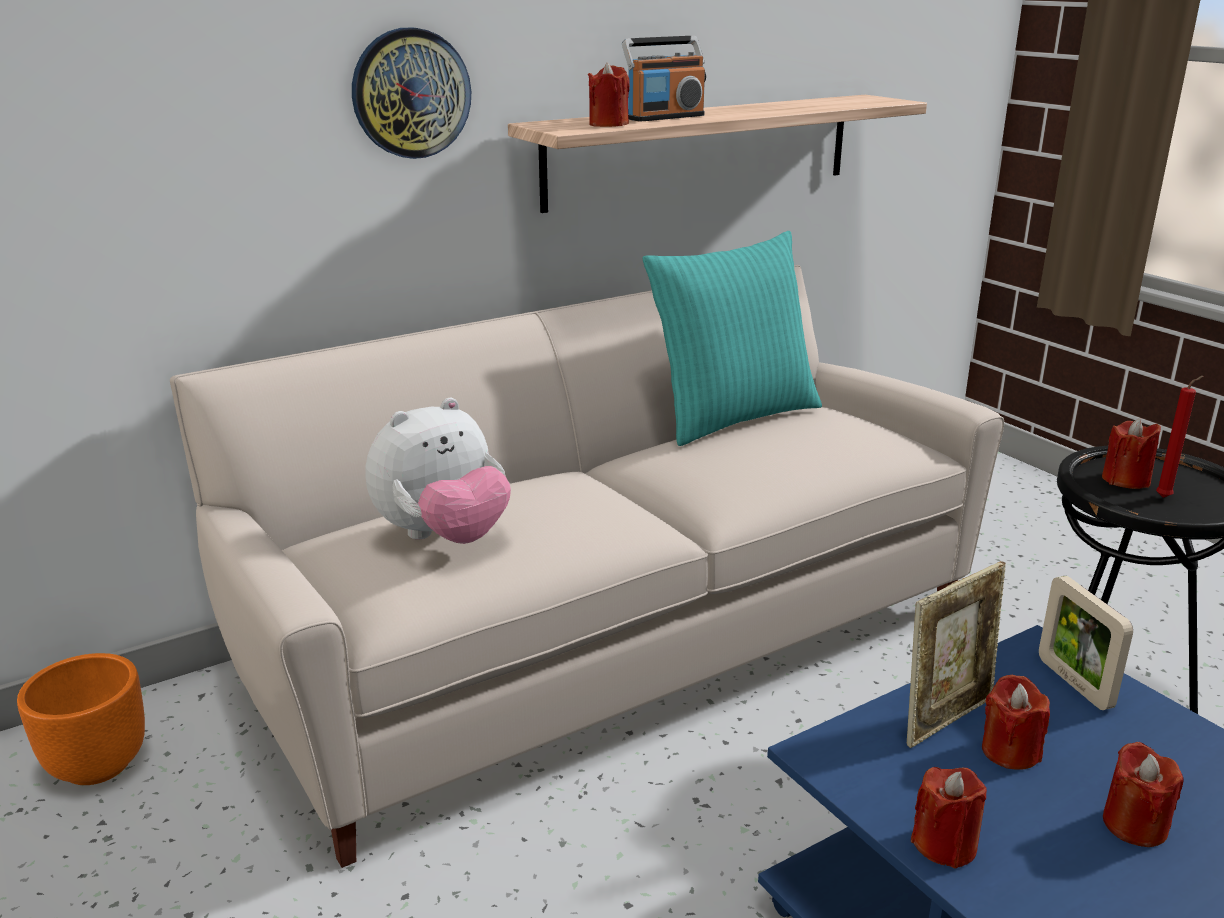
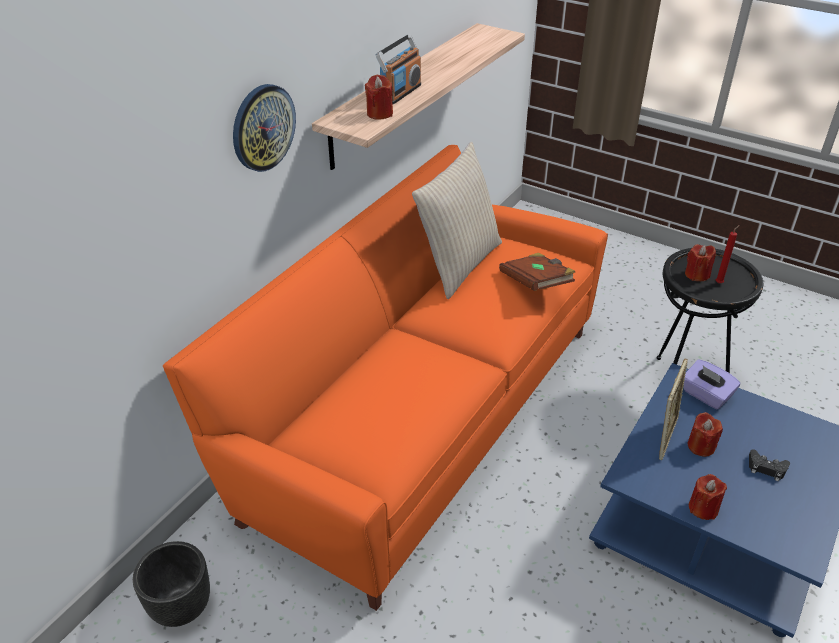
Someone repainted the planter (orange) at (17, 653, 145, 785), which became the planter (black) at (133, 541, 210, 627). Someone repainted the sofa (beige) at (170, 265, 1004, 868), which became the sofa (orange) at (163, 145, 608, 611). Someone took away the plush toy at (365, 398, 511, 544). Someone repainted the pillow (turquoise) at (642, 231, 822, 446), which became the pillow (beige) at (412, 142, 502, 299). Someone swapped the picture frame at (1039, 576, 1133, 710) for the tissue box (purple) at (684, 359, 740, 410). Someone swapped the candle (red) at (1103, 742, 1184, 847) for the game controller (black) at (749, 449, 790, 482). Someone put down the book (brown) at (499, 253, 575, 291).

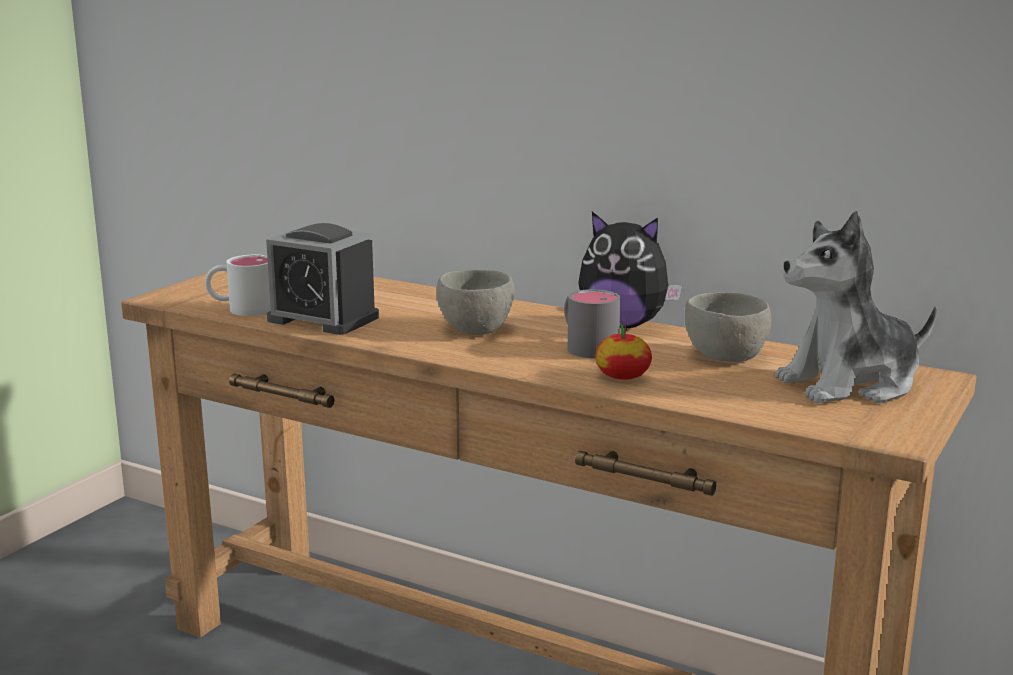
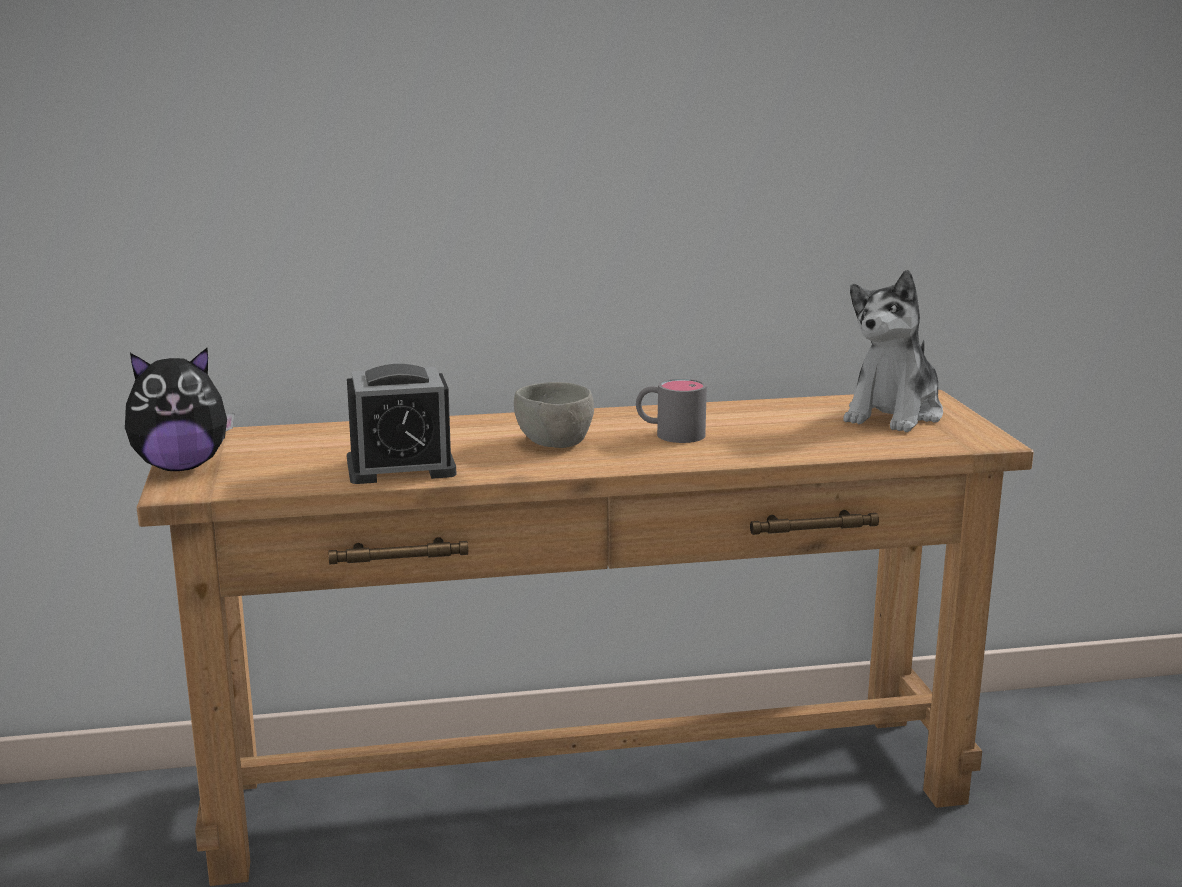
Someone took away the mug (white) at (205, 255, 271, 316). Someone carried the plush toy from (578, 212, 682, 328) to (125, 348, 234, 471). Someone took away the apple at (595, 322, 652, 380). Someone took away the bowl (grey) at (685, 292, 771, 362).

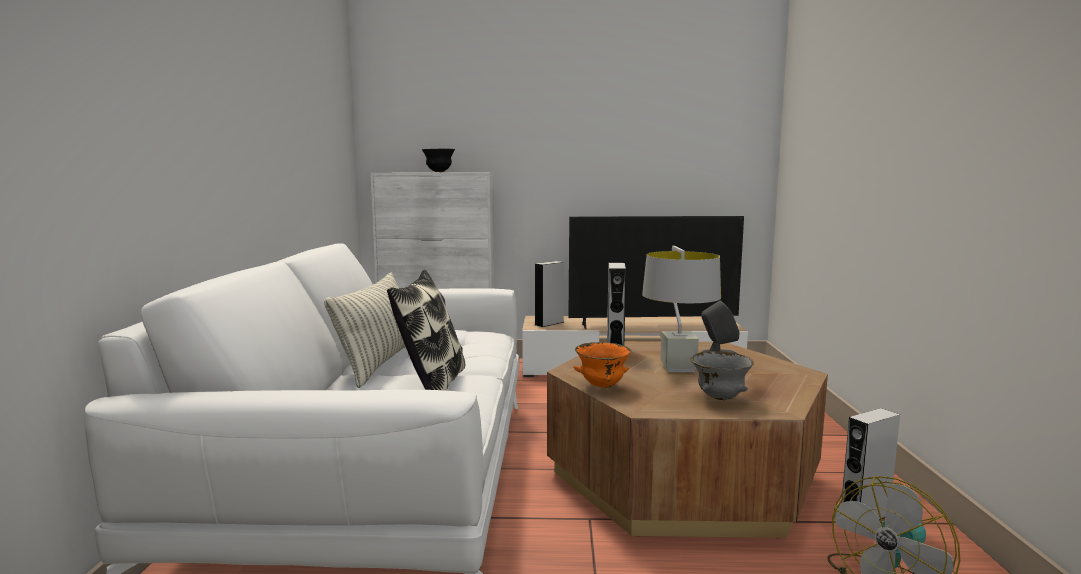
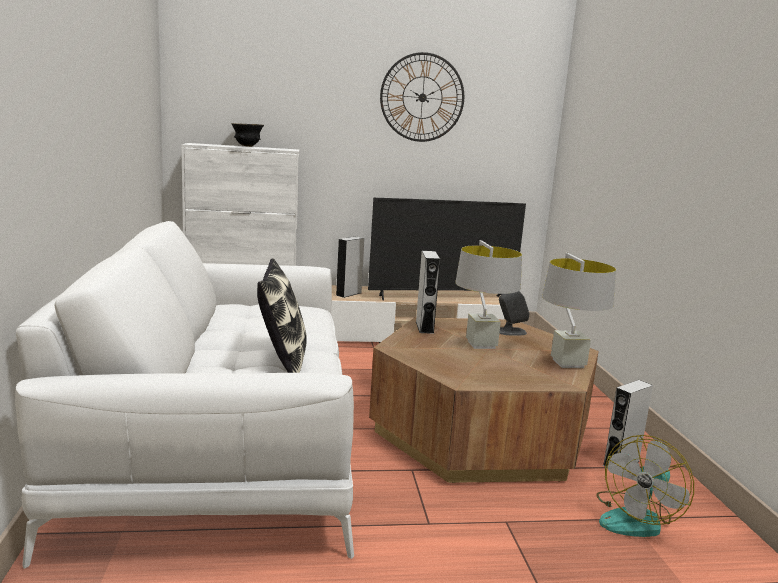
Someone took away the pillow at (324, 272, 406, 388). Someone took away the bowl (orange) at (574, 342, 631, 388). Someone took away the bowl (grey) at (691, 351, 754, 400). Someone put up the wall clock at (380, 52, 464, 142). Someone put down the table lamp (grey) at (542, 253, 616, 368).

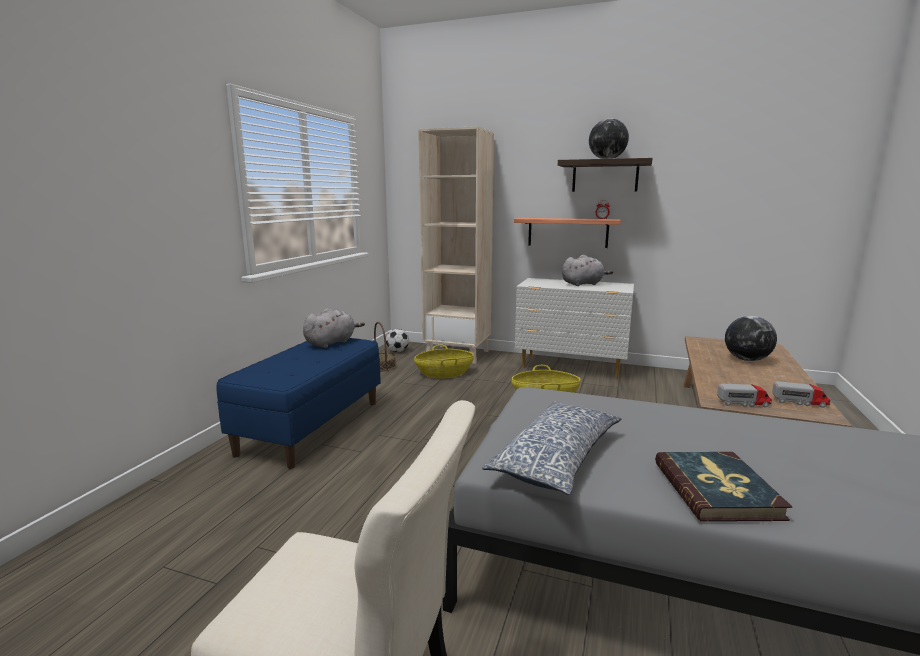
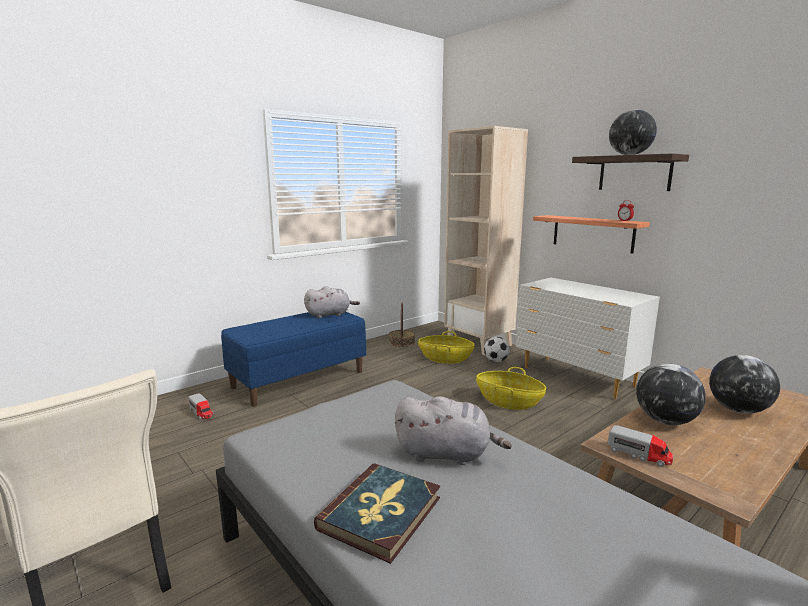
Someone carried the football from (386, 329, 409, 352) to (484, 337, 510, 362). Someone took away the pillow at (482, 401, 621, 495). Someone carried the plush toy (grey) from (562, 255, 613, 286) to (395, 396, 512, 465). Someone carried the toy truck from (772, 381, 830, 408) to (188, 393, 213, 420). Someone put down the globe at (636, 363, 706, 425).

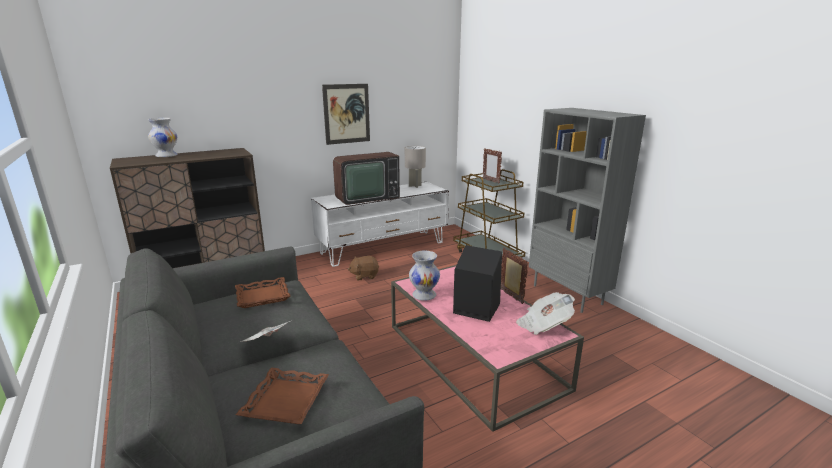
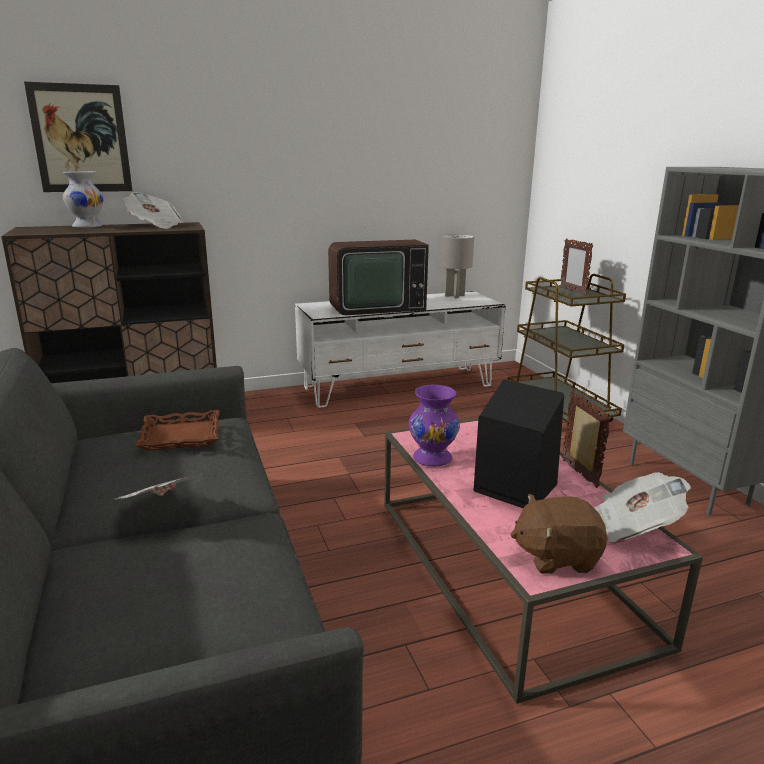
Someone took away the tray (brown) at (236, 368, 329, 424). Someone carried the picture from (322, 84, 370, 145) to (24, 82, 132, 192). Someone carried the plush toy (brown) from (348, 256, 379, 280) to (511, 494, 608, 574). Someone repainted the vase (white) at (409, 251, 440, 301), which became the vase (purple) at (409, 385, 460, 466). Someone put down the newspaper at (123, 192, 183, 229).

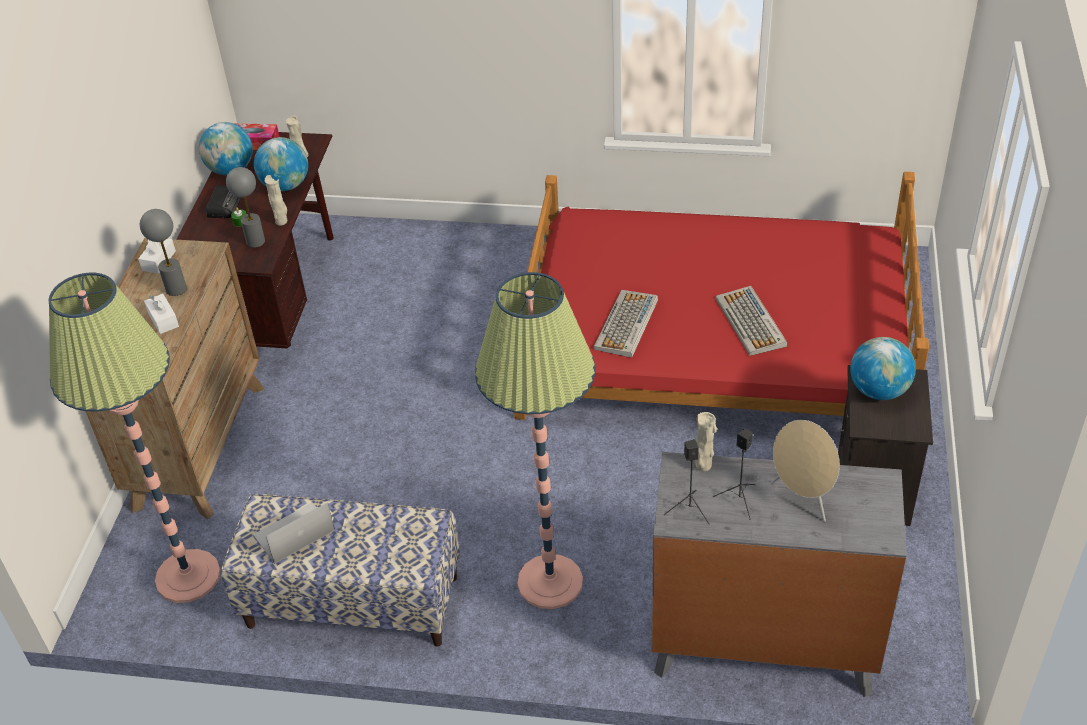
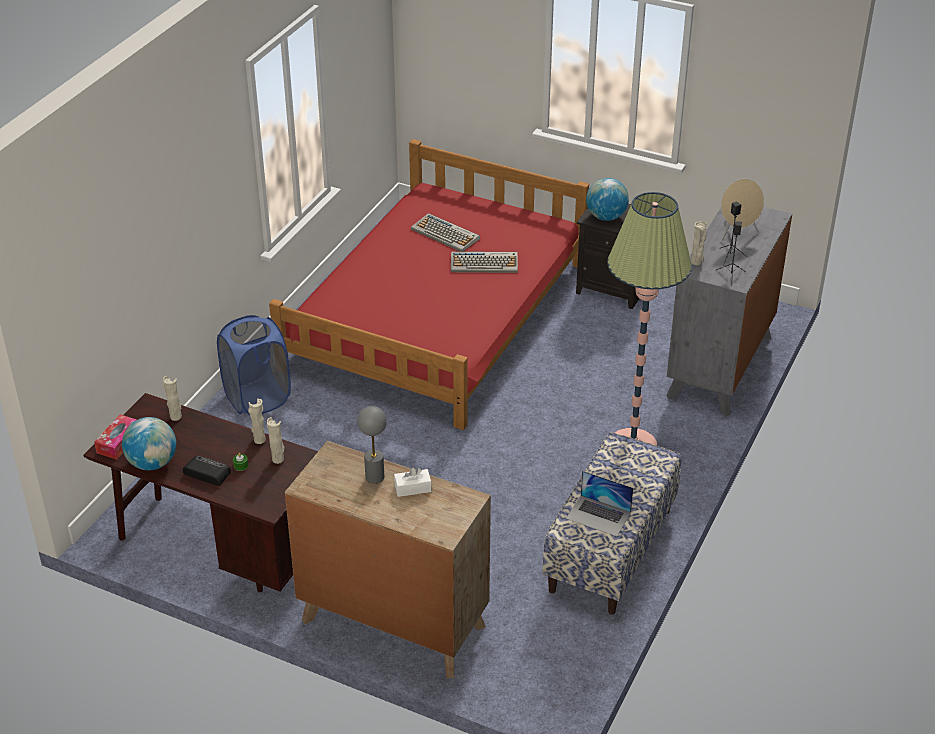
Someone took away the floor lamp at (49, 273, 220, 603). Someone took away the tissue box (white) at (138, 238, 176, 274). Someone swapped the table lamp (grey) at (226, 167, 265, 248) for the vase (beige) at (267, 417, 284, 464). Someone rotated the laptop at (253, 502, 335, 564) by 45 degrees counterclockwise. Someone took away the globe at (254, 137, 308, 191). Someone carried the keyboard from (593, 290, 658, 358) to (411, 213, 480, 251). Someone put down the laundry basket (blue) at (217, 315, 291, 415).

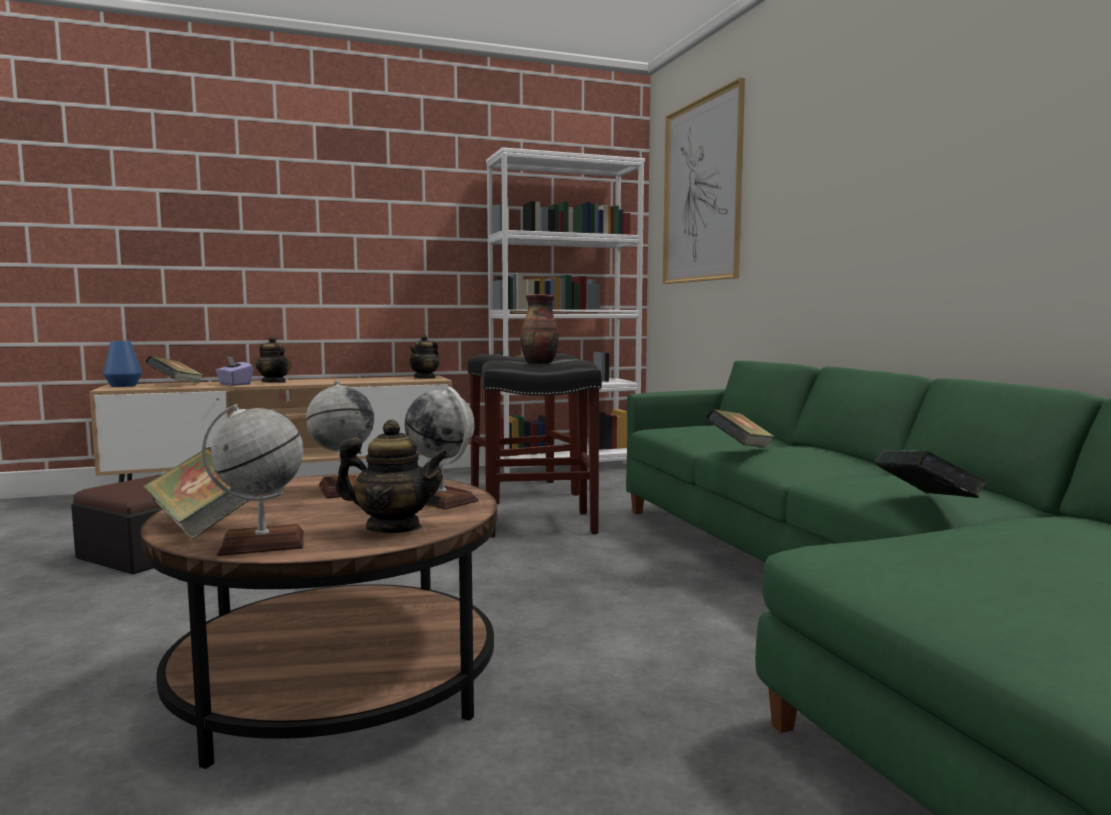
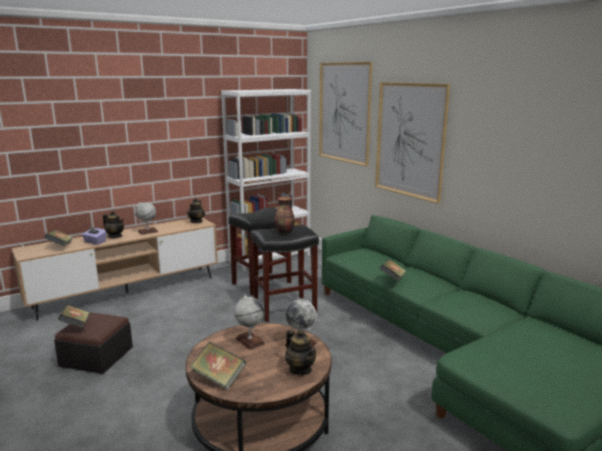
Someone took away the vase (blue) at (103, 341, 142, 387). Someone carried the globe from (202, 404, 304, 556) to (135, 202, 158, 235). Someone rotated the teapot at (335, 420, 449, 533) by 60 degrees clockwise. Someone carried the book from (874, 450, 988, 498) to (58, 305, 90, 328). Someone put up the picture at (375, 82, 450, 203).

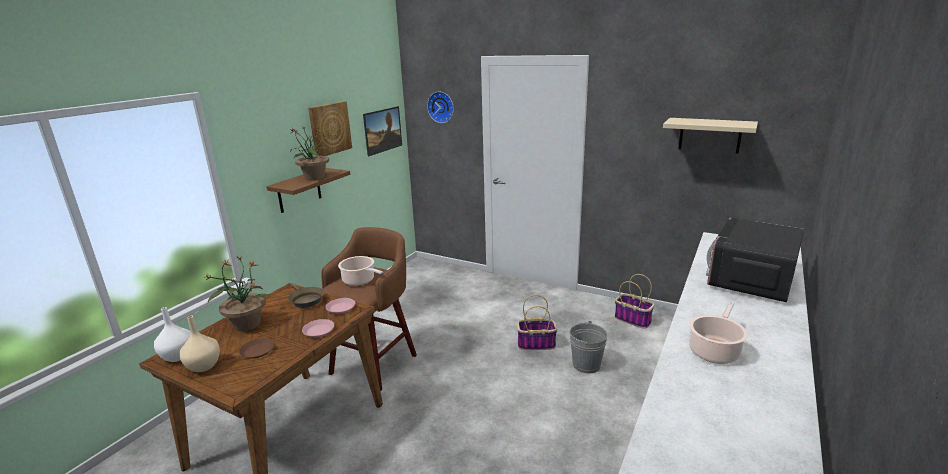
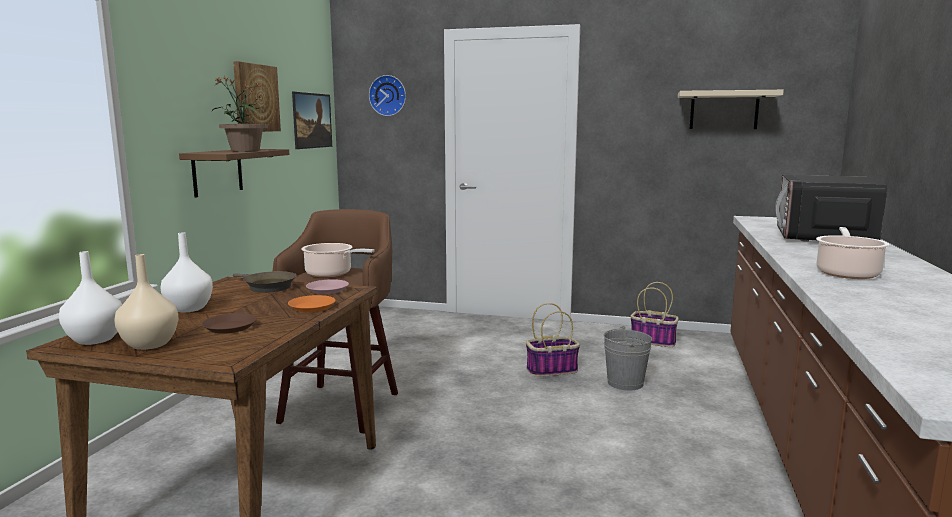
Someone swapped the potted plant at (204, 257, 270, 331) for the vase (white) at (160, 232, 213, 312). Someone repainted the plate (pink) at (302, 319, 334, 337), which became the plate (orange) at (288, 295, 336, 312).

